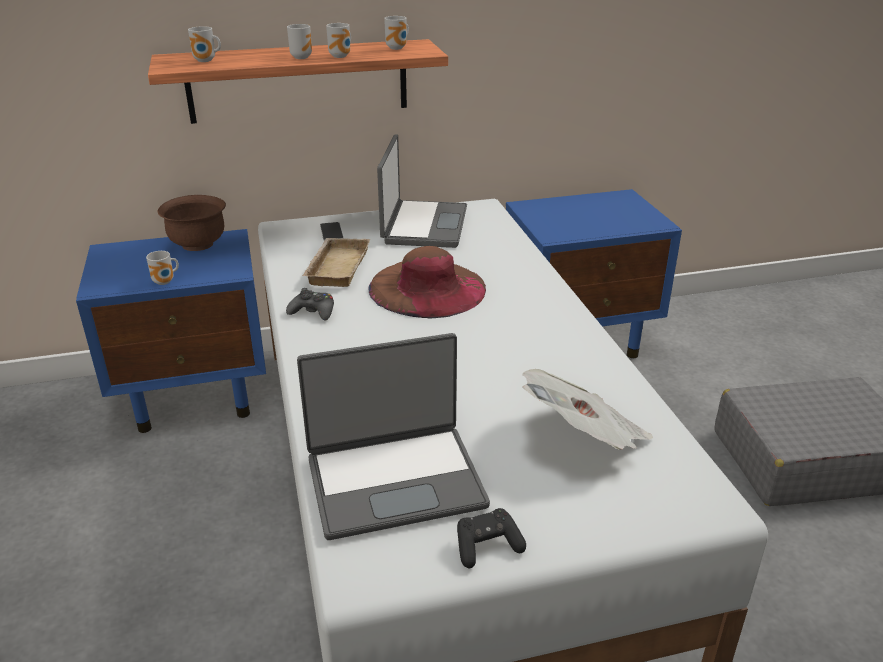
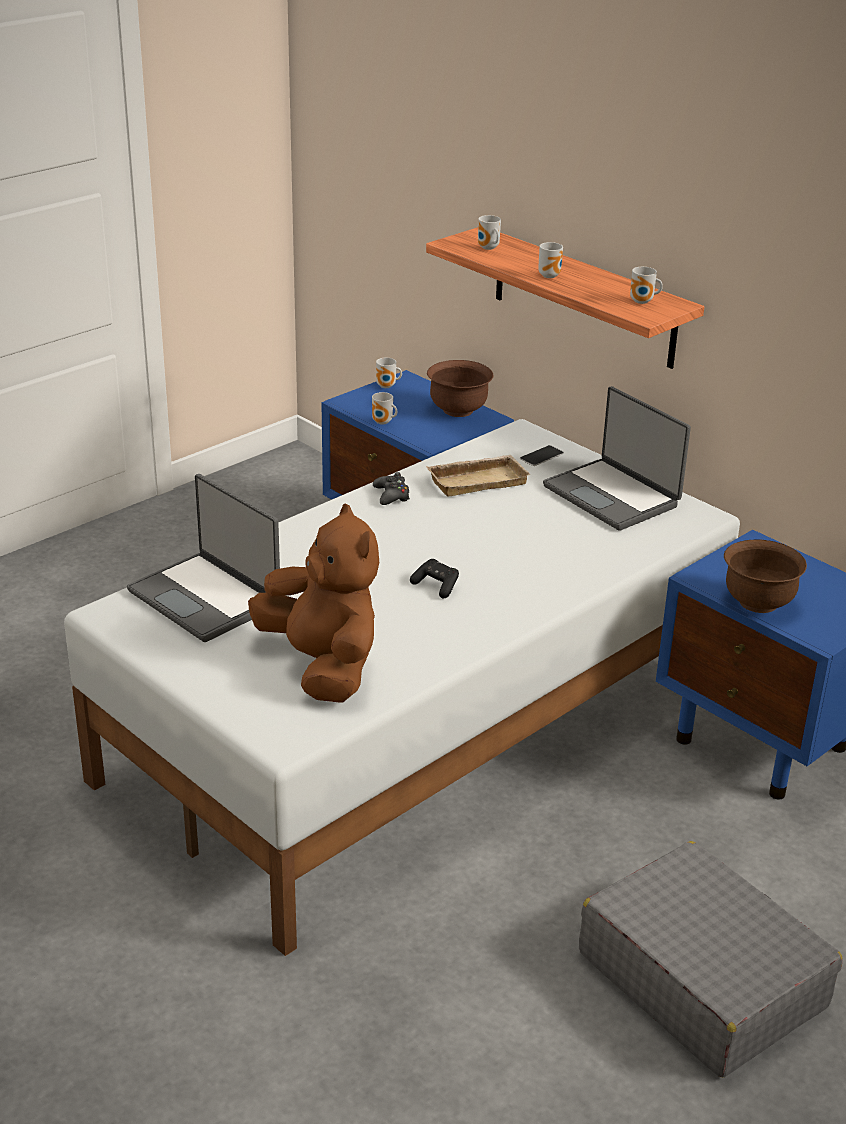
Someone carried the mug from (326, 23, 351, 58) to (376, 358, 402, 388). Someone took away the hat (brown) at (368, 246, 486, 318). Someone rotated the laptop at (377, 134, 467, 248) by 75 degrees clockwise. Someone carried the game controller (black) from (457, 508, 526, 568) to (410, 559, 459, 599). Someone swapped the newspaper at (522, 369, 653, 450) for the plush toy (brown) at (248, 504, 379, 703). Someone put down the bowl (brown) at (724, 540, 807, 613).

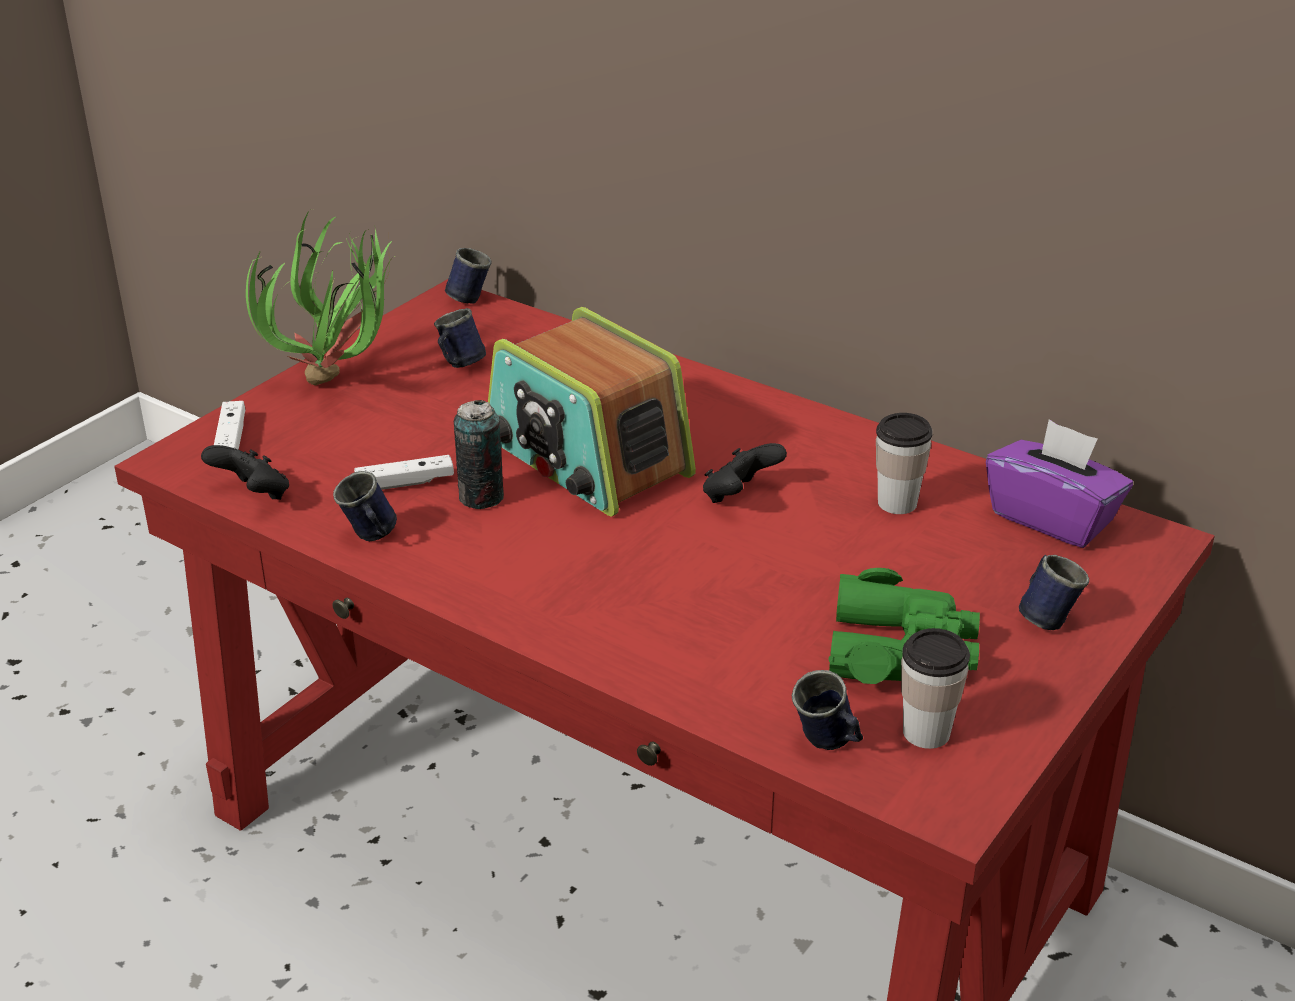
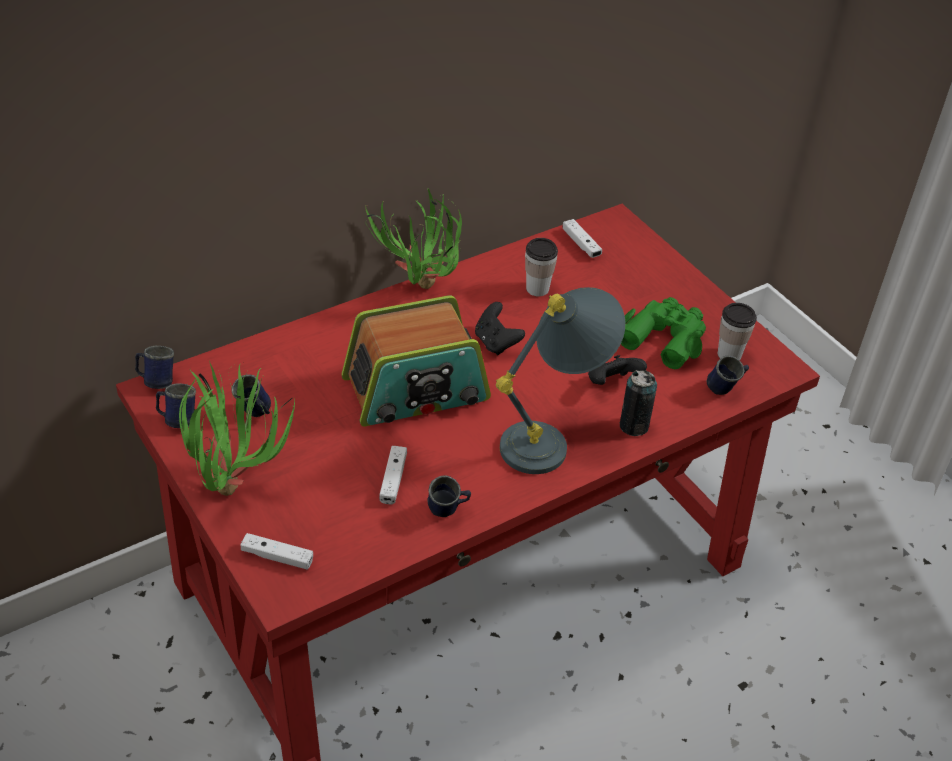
Someone carried the game controller (black) from (201, 445, 289, 500) to (588, 355, 647, 385). Someone carried the can from (454, 400, 504, 509) to (620, 370, 657, 436). Someone swapped the tissue box (purple) at (986, 419, 1133, 548) for the game controller (white) at (562, 219, 602, 258). Someone carried the mug (blue) from (1019, 555, 1089, 630) to (156, 383, 196, 428). Someone put down the potted plant at (365, 188, 462, 289). Someone put down the table lamp (grey) at (496, 287, 625, 474).

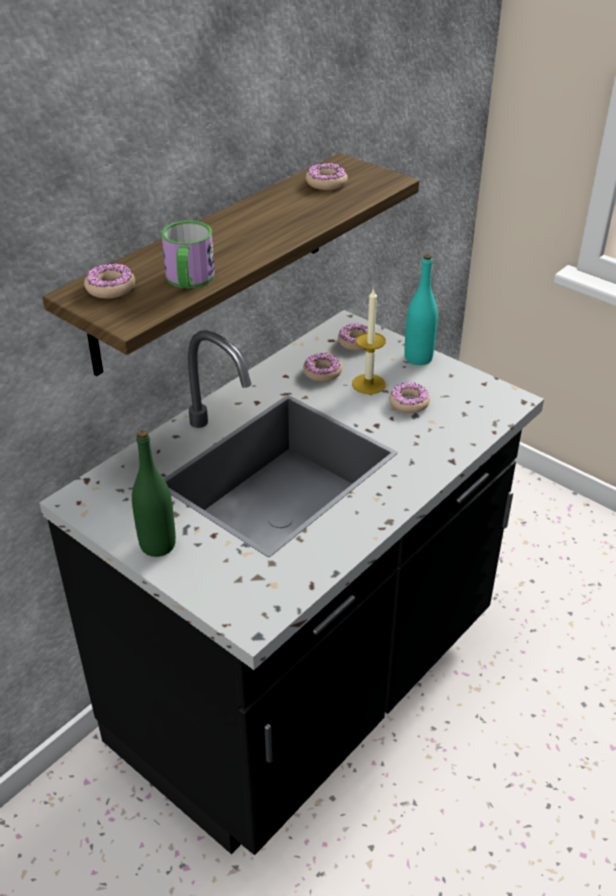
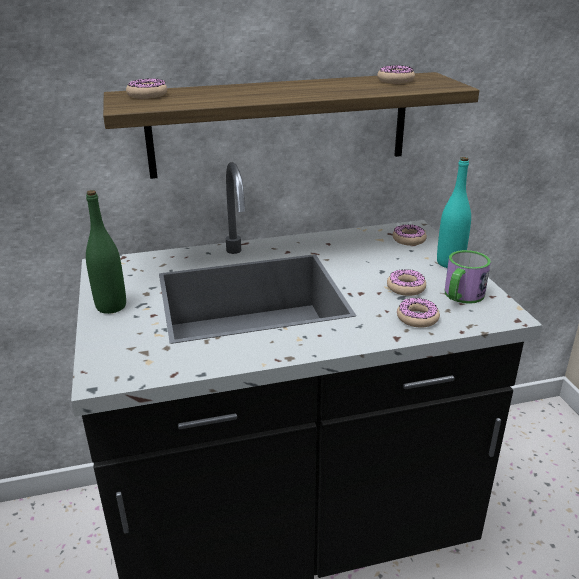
Someone carried the mug from (162, 221, 215, 288) to (445, 250, 491, 304). Someone carried the donut from (303, 353, 342, 382) to (397, 298, 440, 327). Someone took away the candle at (352, 288, 386, 394).

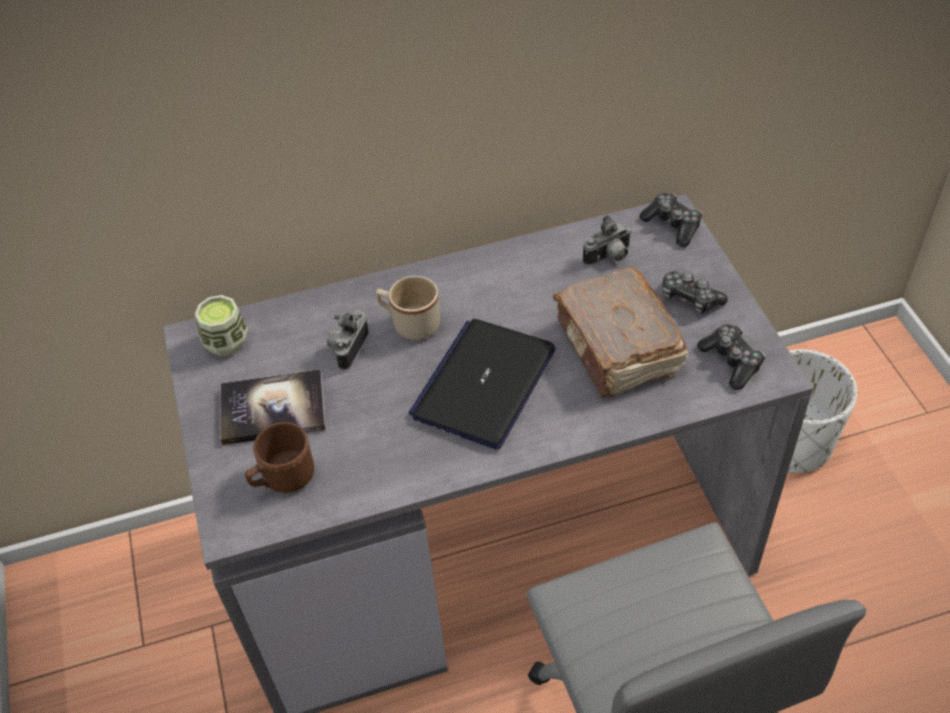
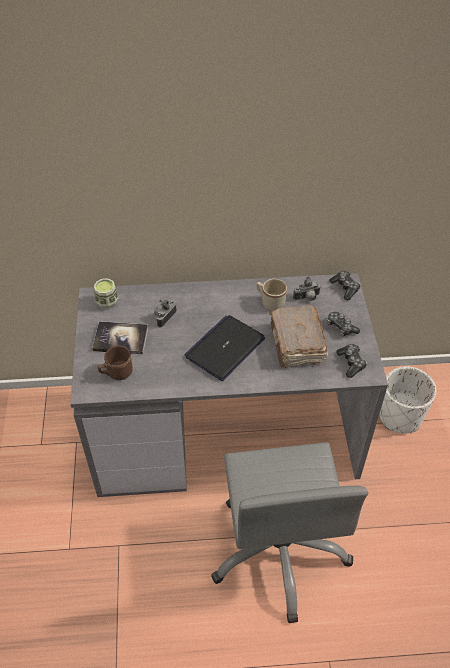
Someone carried the mug (beige) from (376, 276, 440, 340) to (256, 279, 287, 311).

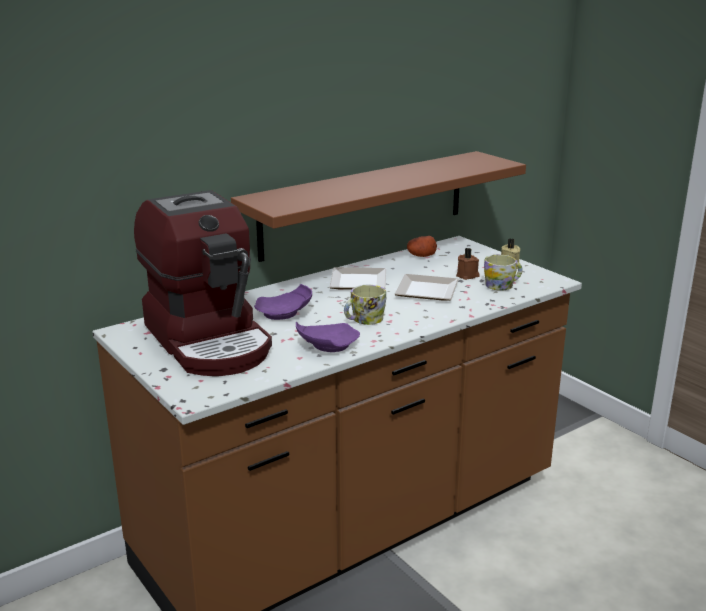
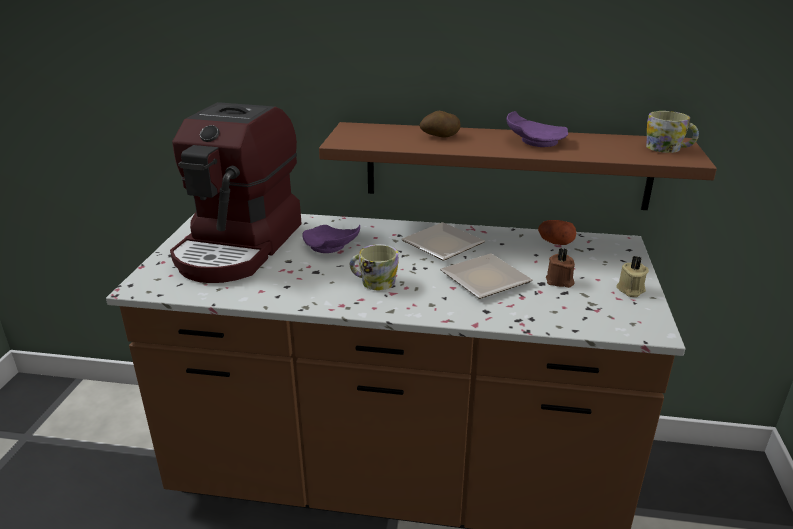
Someone carried the plate (purple) from (296, 322, 360, 352) to (507, 111, 568, 147). Someone carried the mug from (484, 255, 523, 291) to (646, 111, 699, 153). Someone put down the potato at (420, 111, 460, 137).

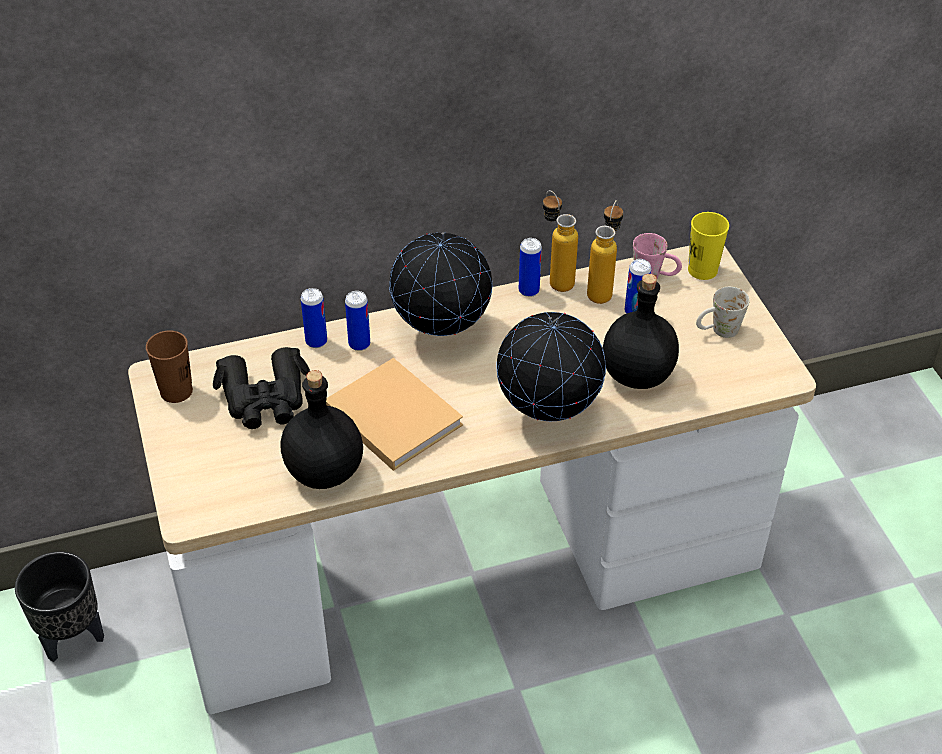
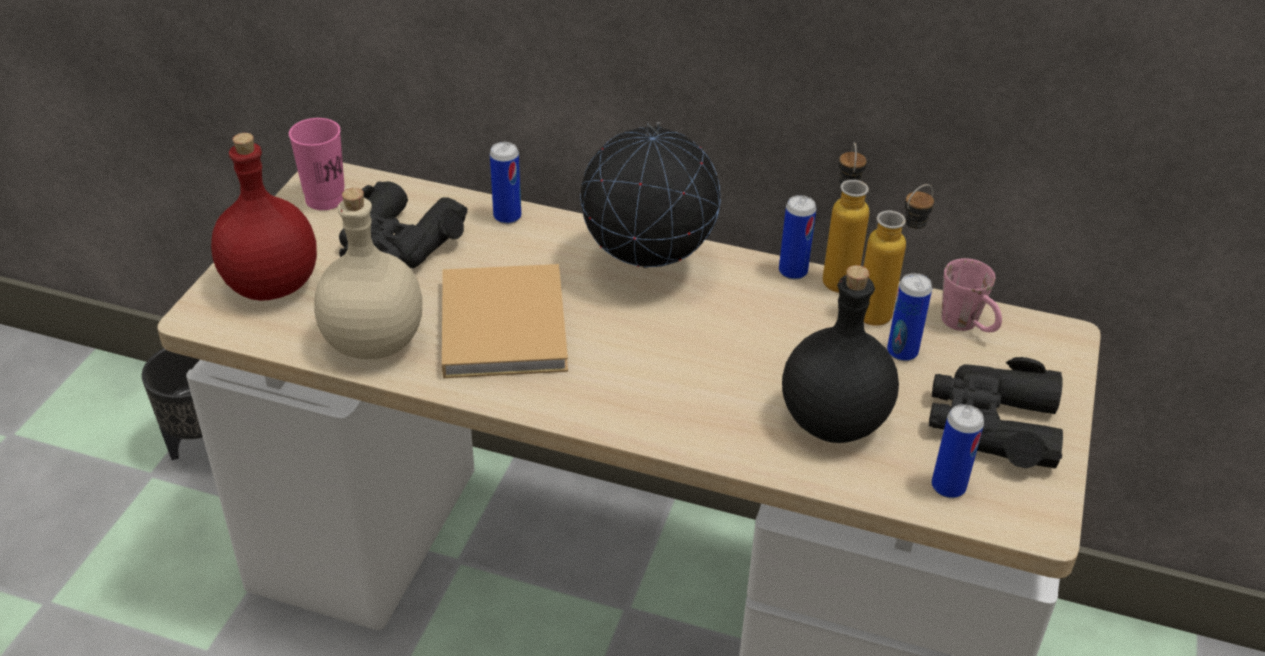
Someone repainted the cup (brown) at (146, 331, 193, 403), which became the cup (pink) at (289, 118, 345, 210). Someone repainted the bottle (black) at (281, 370, 363, 489), which became the bottle (beige) at (314, 188, 423, 359). Someone carried the can from (345, 291, 370, 351) to (932, 404, 984, 498). Someone took away the globe at (496, 312, 606, 421). Someone took away the cup (yellow) at (688, 212, 729, 280). Someone swapped the mug (white) at (696, 287, 749, 338) for the binoculars (black) at (929, 357, 1063, 469). Someone put down the bottle (red) at (211, 133, 317, 301).

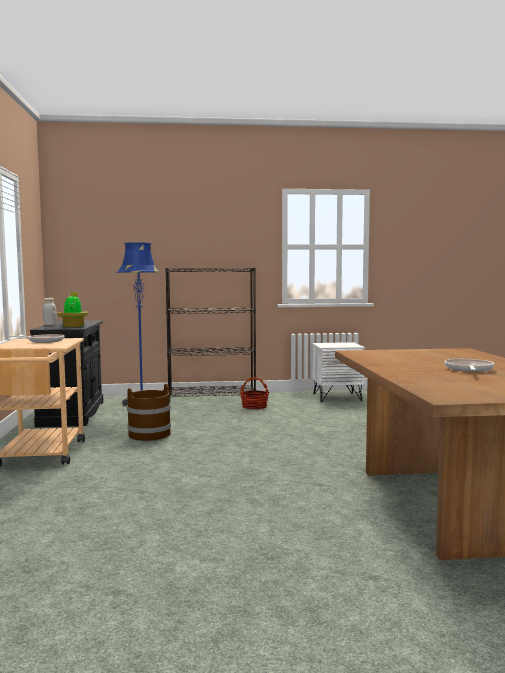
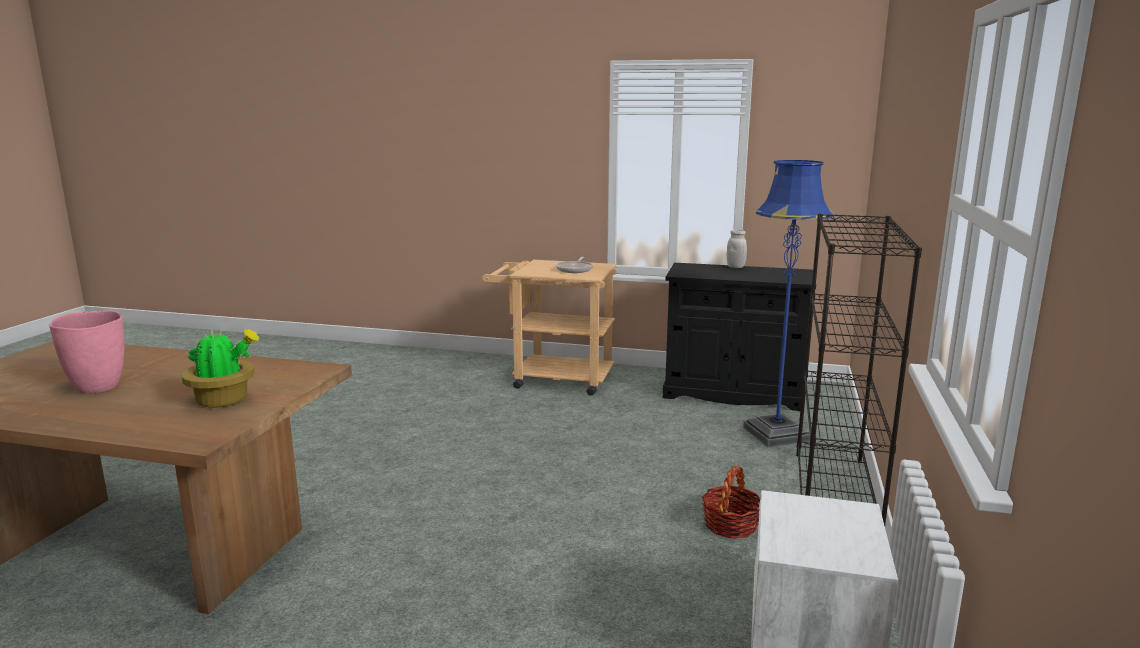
Someone carried the potted plant from (58, 292, 88, 327) to (181, 329, 260, 408). Someone took away the bucket (brown) at (127, 384, 171, 441). Someone swapped the frying pan at (445, 359, 494, 372) for the vase (pink) at (49, 311, 124, 393).

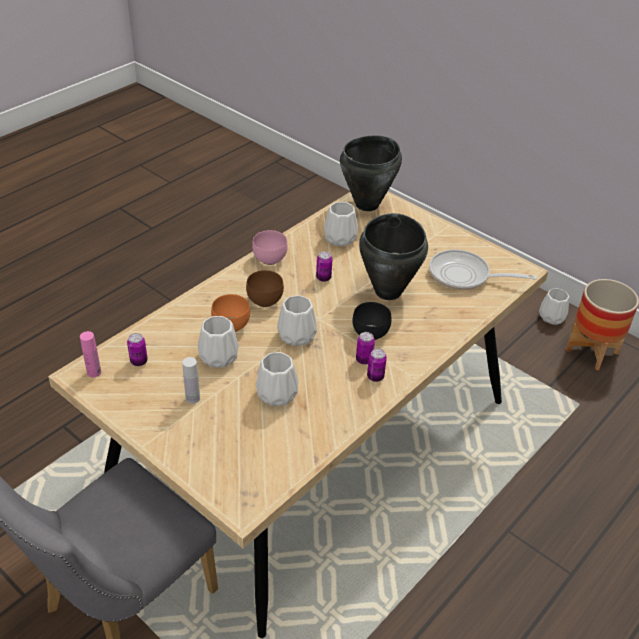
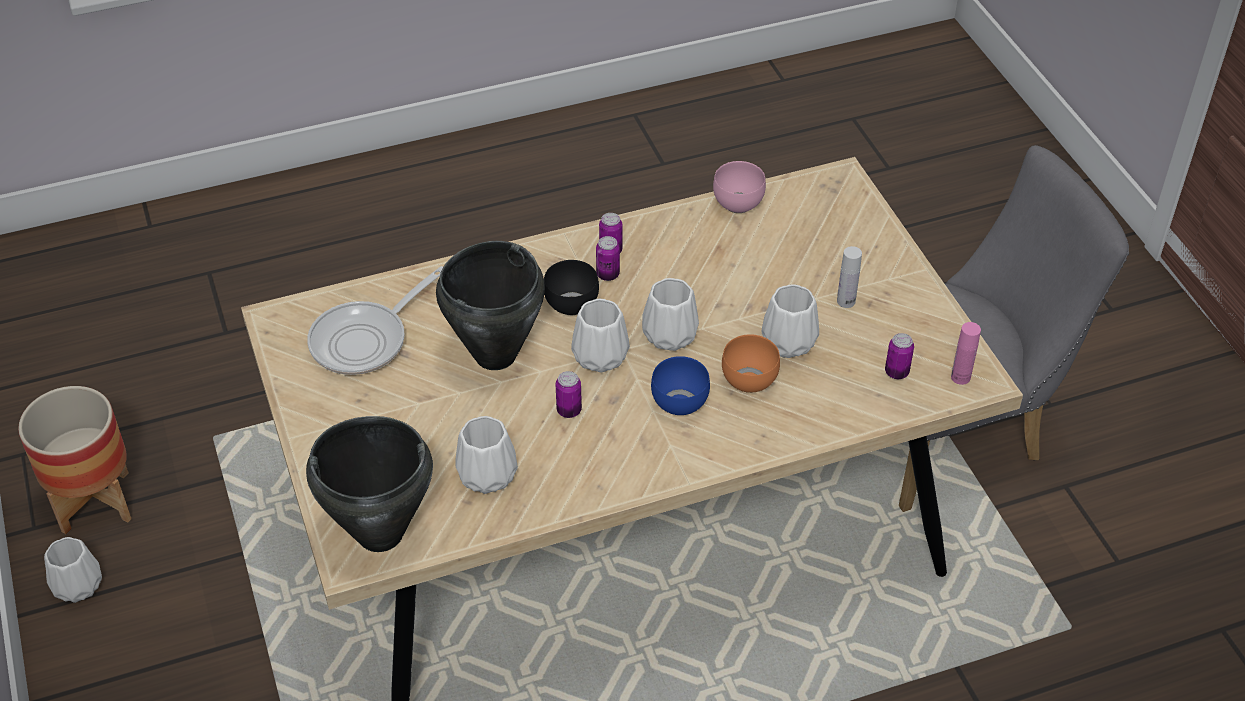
Someone repainted the bowl (brown) at (246, 270, 284, 307), which became the bowl (blue) at (651, 356, 710, 415). Someone carried the bowl (pink) from (252, 230, 288, 265) to (713, 161, 766, 213). Someone carried the vase (white) from (256, 352, 298, 406) to (571, 299, 630, 373). Someone rotated the frying pan at (429, 249, 537, 290) by 90 degrees clockwise.

